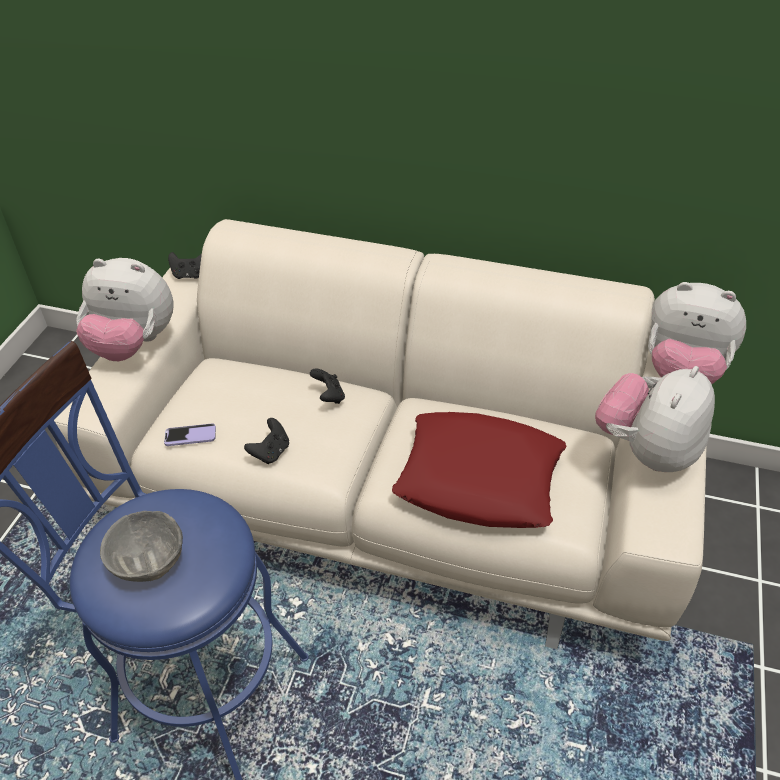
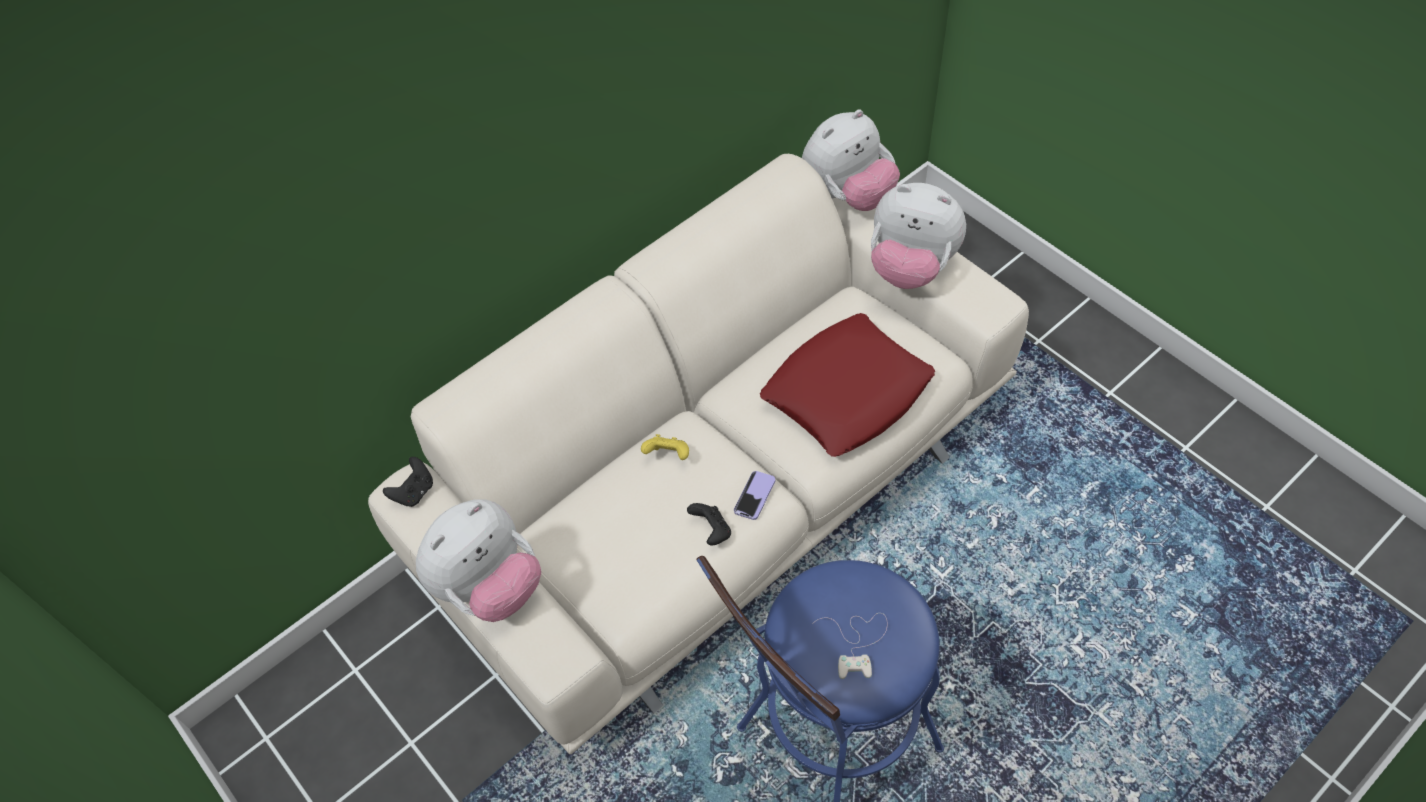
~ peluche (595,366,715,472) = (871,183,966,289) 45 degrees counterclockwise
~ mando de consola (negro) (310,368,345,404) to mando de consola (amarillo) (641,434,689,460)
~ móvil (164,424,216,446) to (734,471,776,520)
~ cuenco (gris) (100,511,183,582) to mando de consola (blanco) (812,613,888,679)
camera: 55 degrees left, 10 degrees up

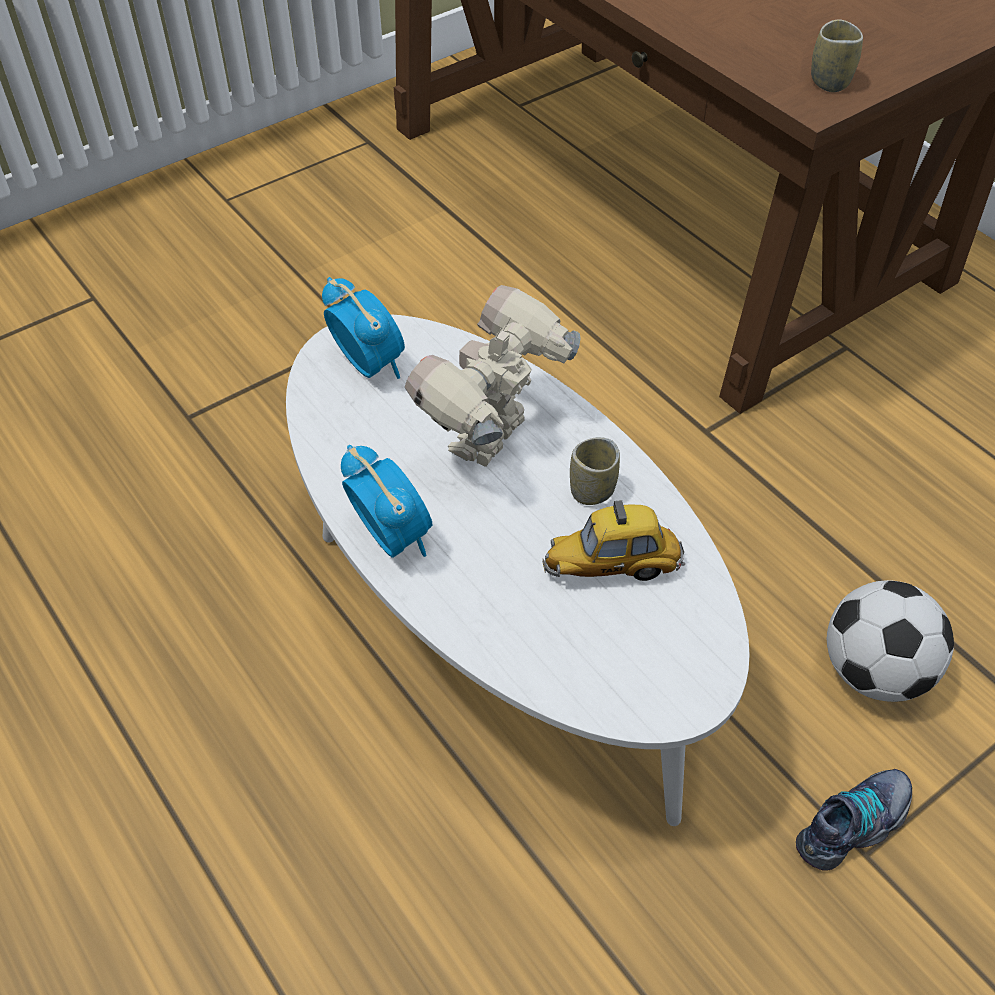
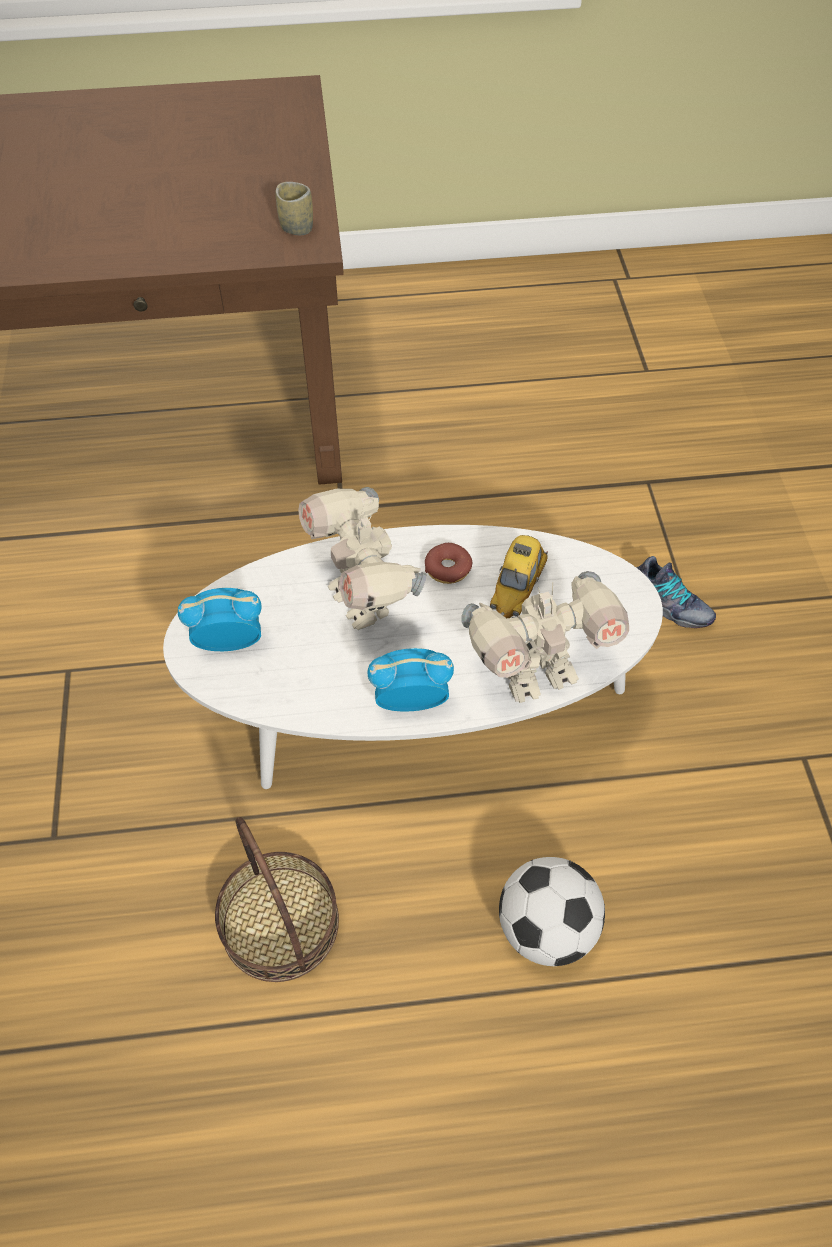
~ taza (570,437,620,505) to rosquilla (425,543,472,584)
~ balón de fútbol (827,580,954,702) to (499,857,605,966)
~ zapato (796,769,912,870) = (636,556,716,628) 135 degrees clockwise
+ robot de juguete (462,571,629,703)
+ cesta (215,817,339,982)
camera: 60 degrees left, 5 degrees up

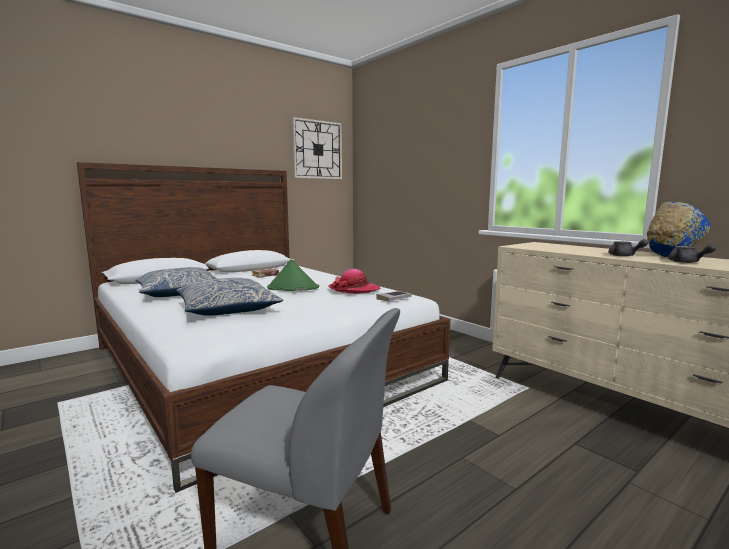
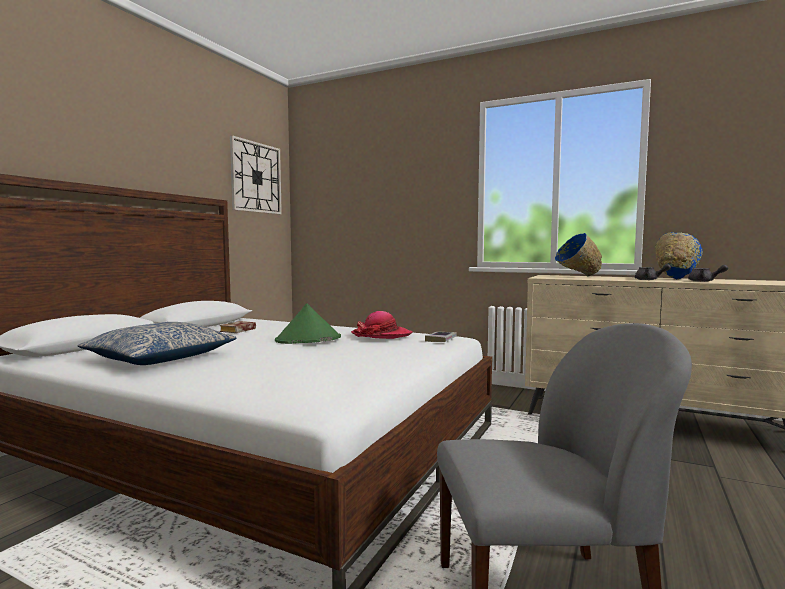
- cojín (177,278,283,316)
+ cuenco (azul) (555,233,602,276)
camera: 25 degrees left, 5 degrees down

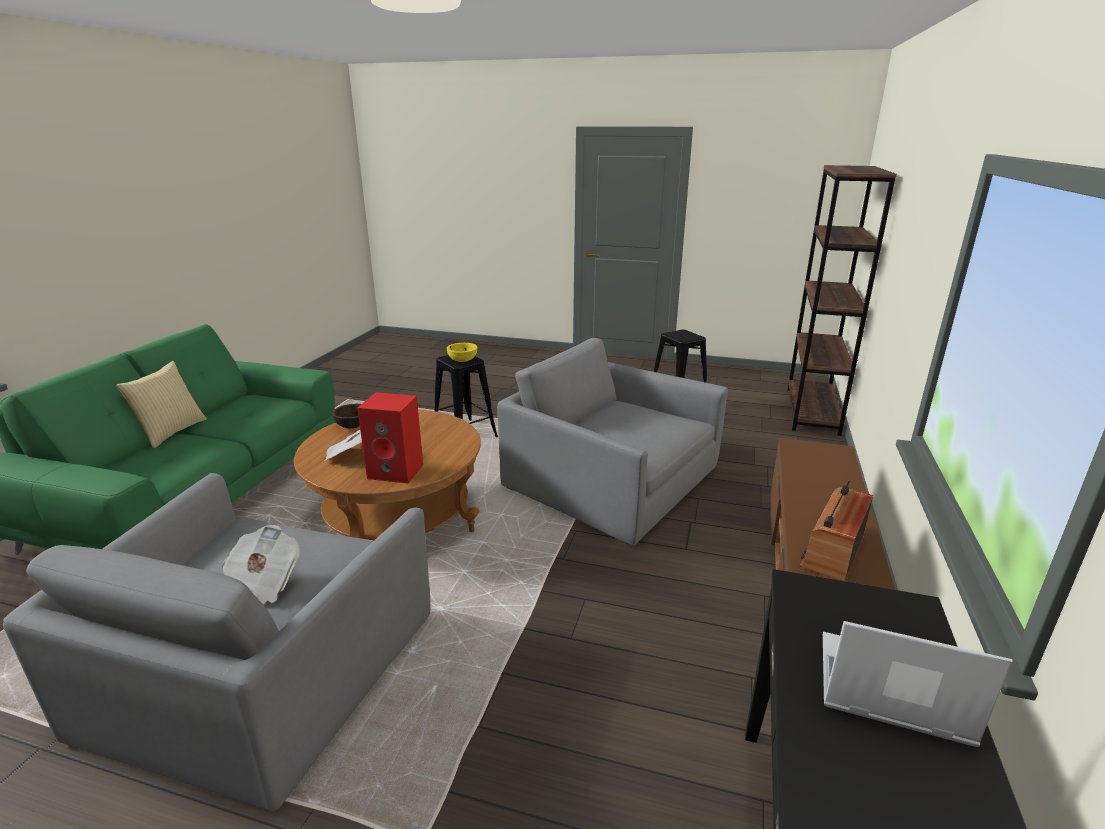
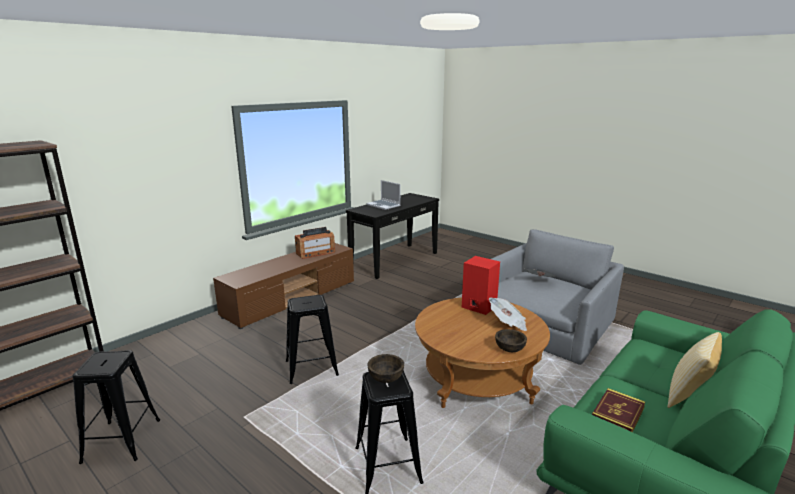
~ sillón (gris) (497,338,728,546) to taburete (negro) (286,295,339,384)
~ cuenco (amarillo) (447,343,477,362) to cuenco (marrón) (367,354,404,383)
+ libro (592,388,645,432)
camera: 155 degrees left, 5 degrees down

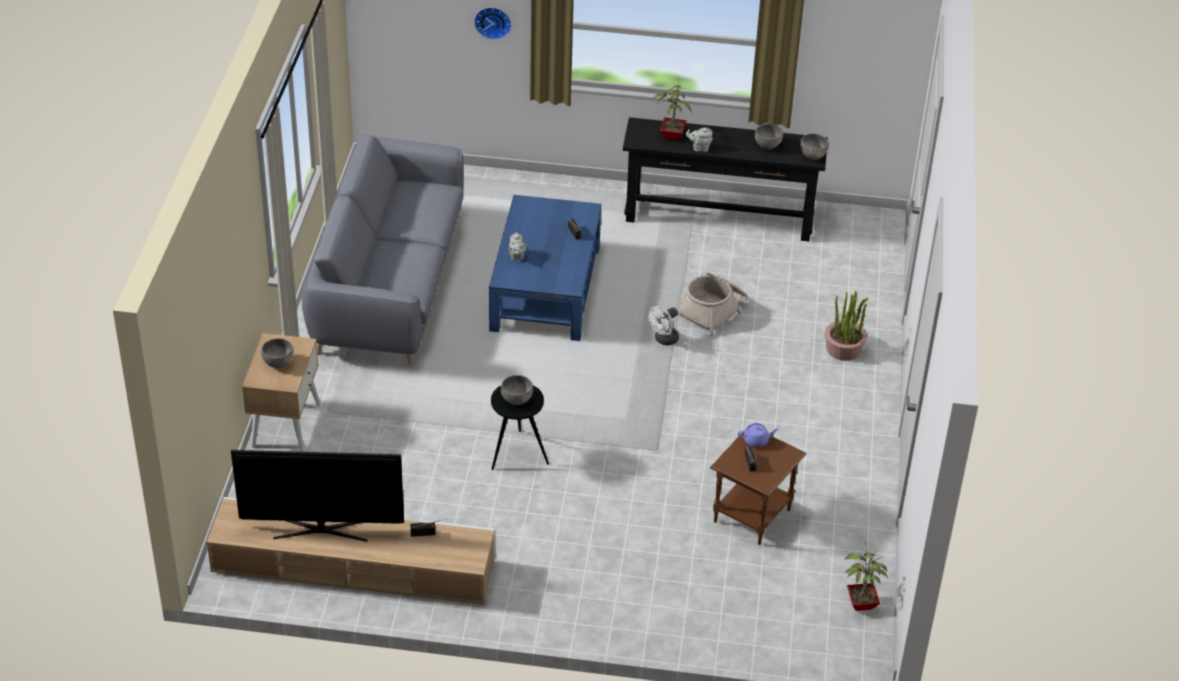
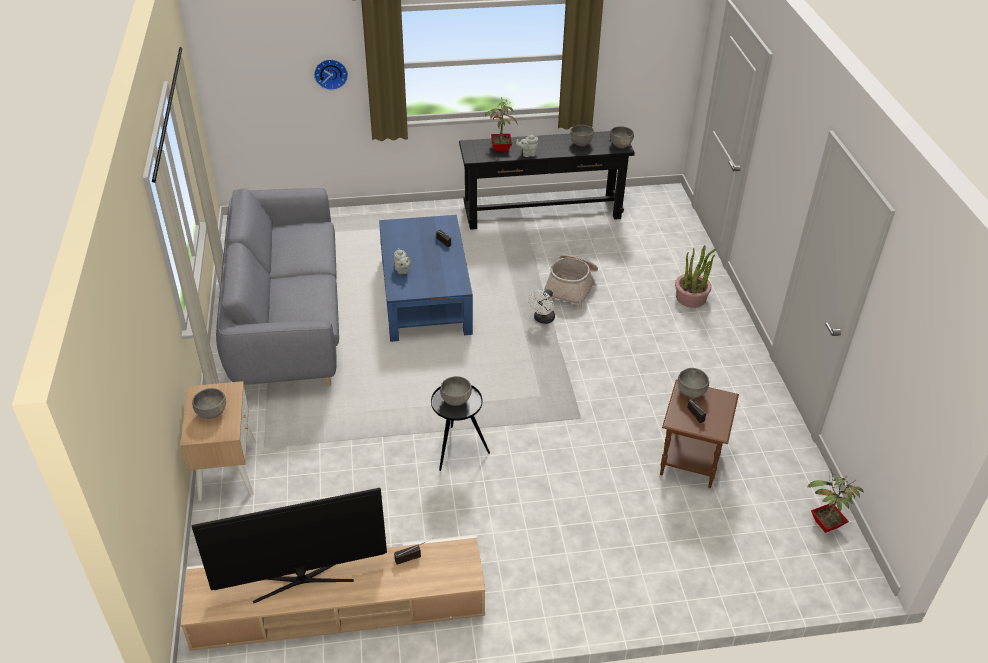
~ tetera (morado) (738,423,779,447) to cuenco (gris) (677,368,709,398)
camera: 15 degrees left, 0 degrees up

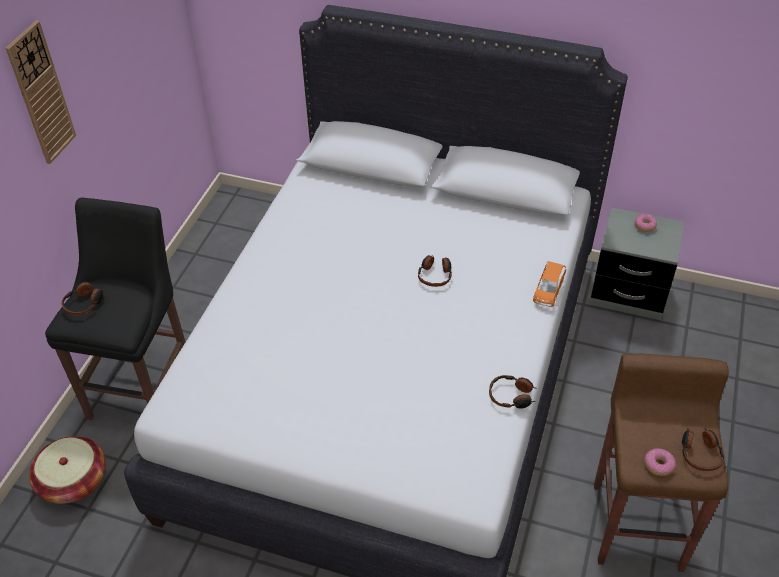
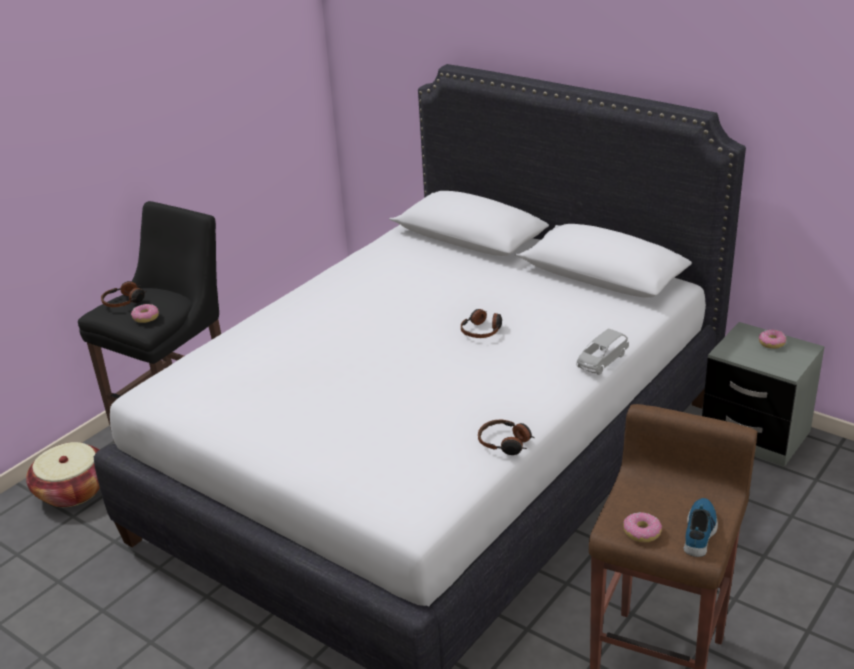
- reloj de pared (5,20,76,164)
~ coche de juguete (naranja) (533,261,566,307) to coche de juguete (gris) (577,328,629,375)
~ auriculares (682,429,725,471) to zapato (684,498,718,557)
+ rosquilla (131,304,159,323)
camera: 20 degrees right, 15 degrees down

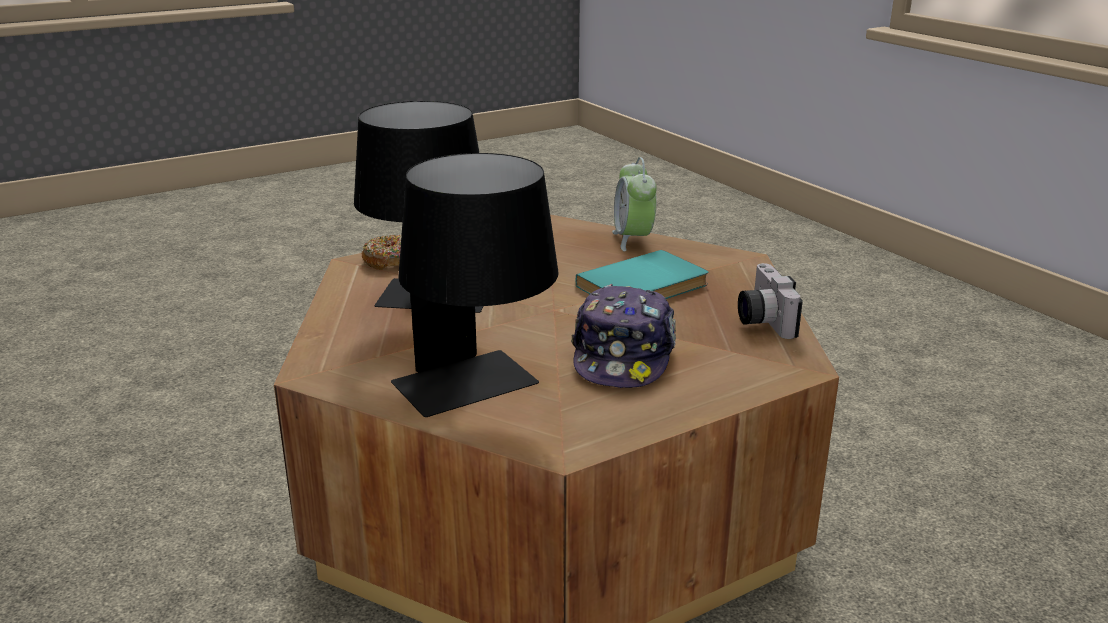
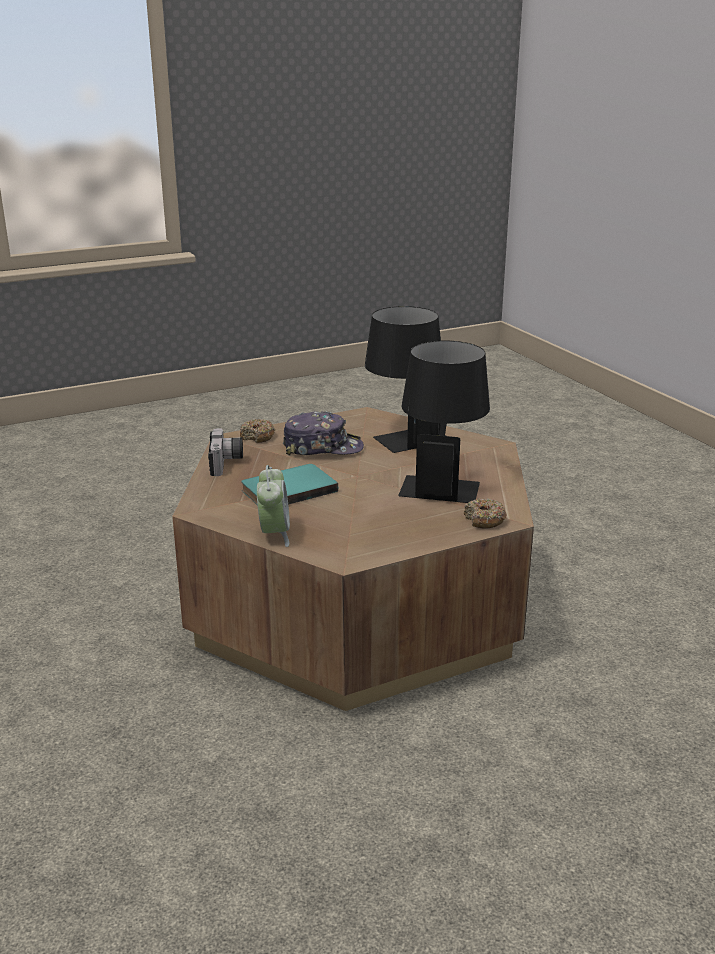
~ gorra (571,284,676,388) = (283,411,364,455) 75 degrees clockwise
+ rosquilla (240,419,275,443)
camera: 175 degrees left, 0 degrees up

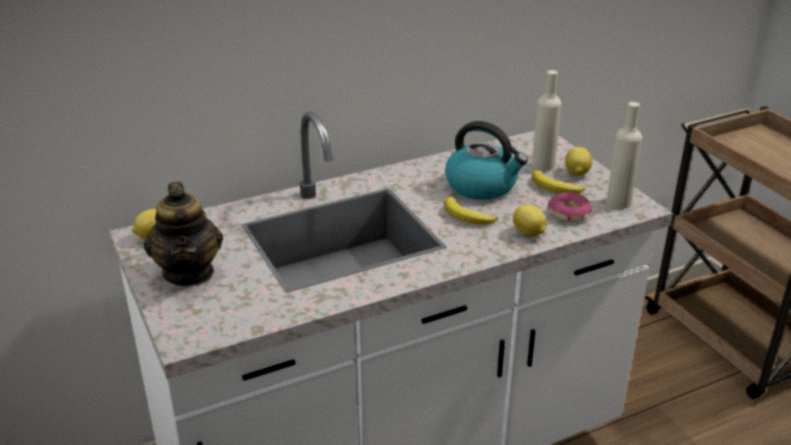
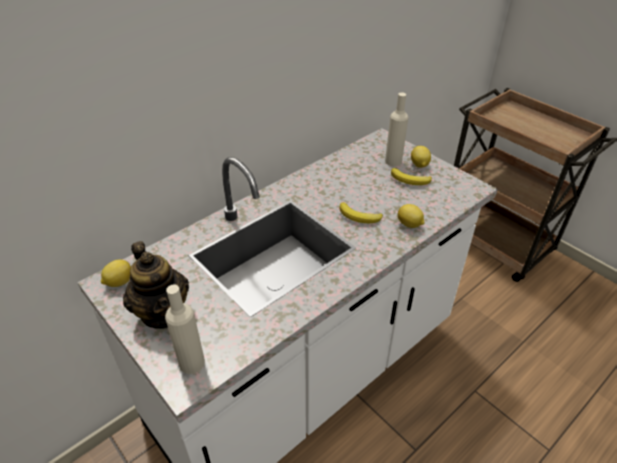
~ botella (beis) (606,102,642,209) to (165,284,205,374)
- hervidor (445,121,528,200)
- rosquilla (547,192,593,222)
camera: 15 degrees left, 10 degrees up

